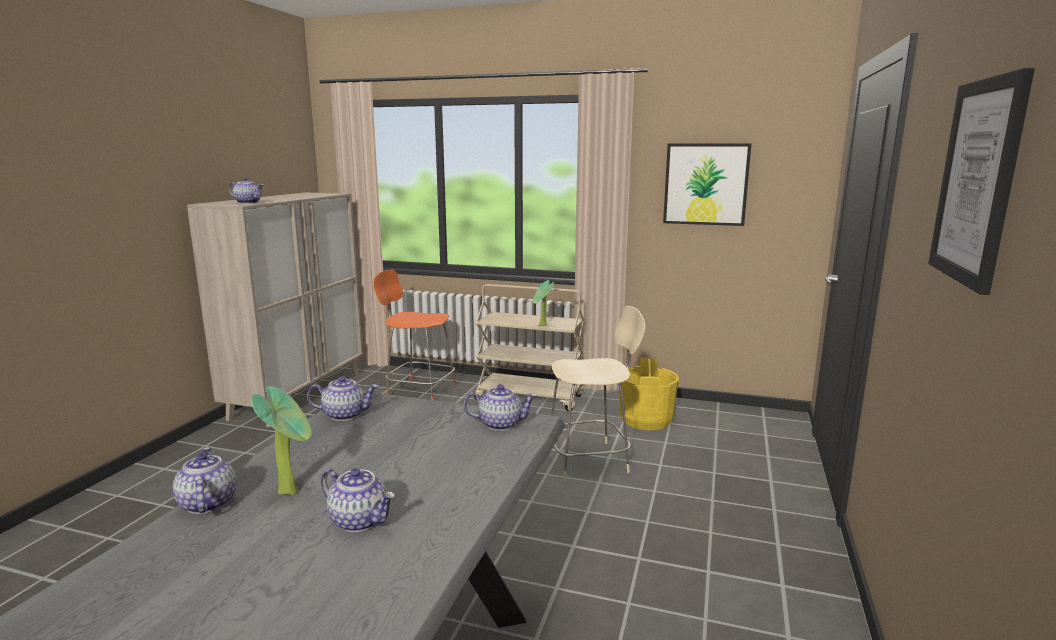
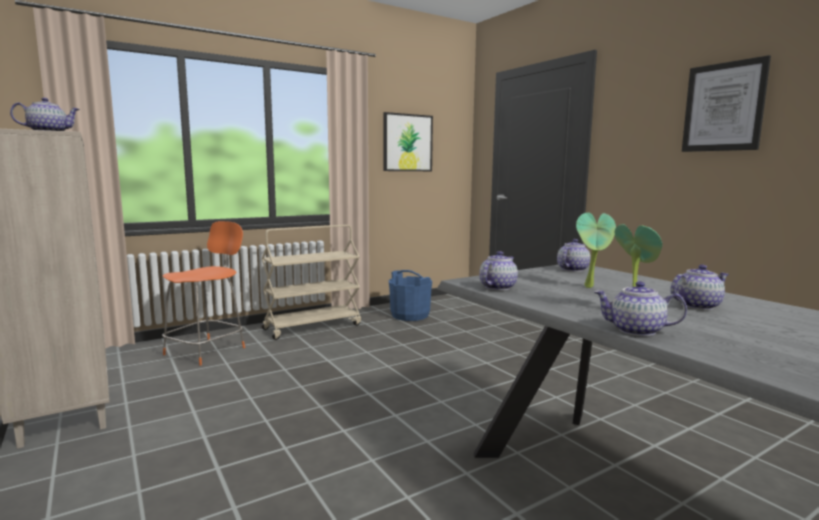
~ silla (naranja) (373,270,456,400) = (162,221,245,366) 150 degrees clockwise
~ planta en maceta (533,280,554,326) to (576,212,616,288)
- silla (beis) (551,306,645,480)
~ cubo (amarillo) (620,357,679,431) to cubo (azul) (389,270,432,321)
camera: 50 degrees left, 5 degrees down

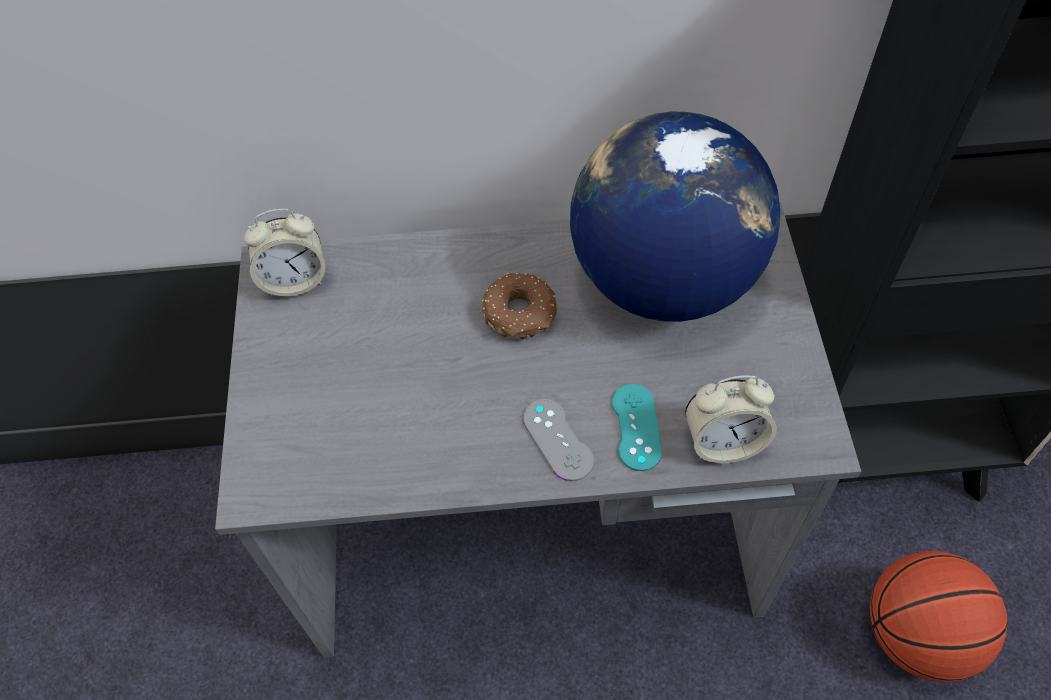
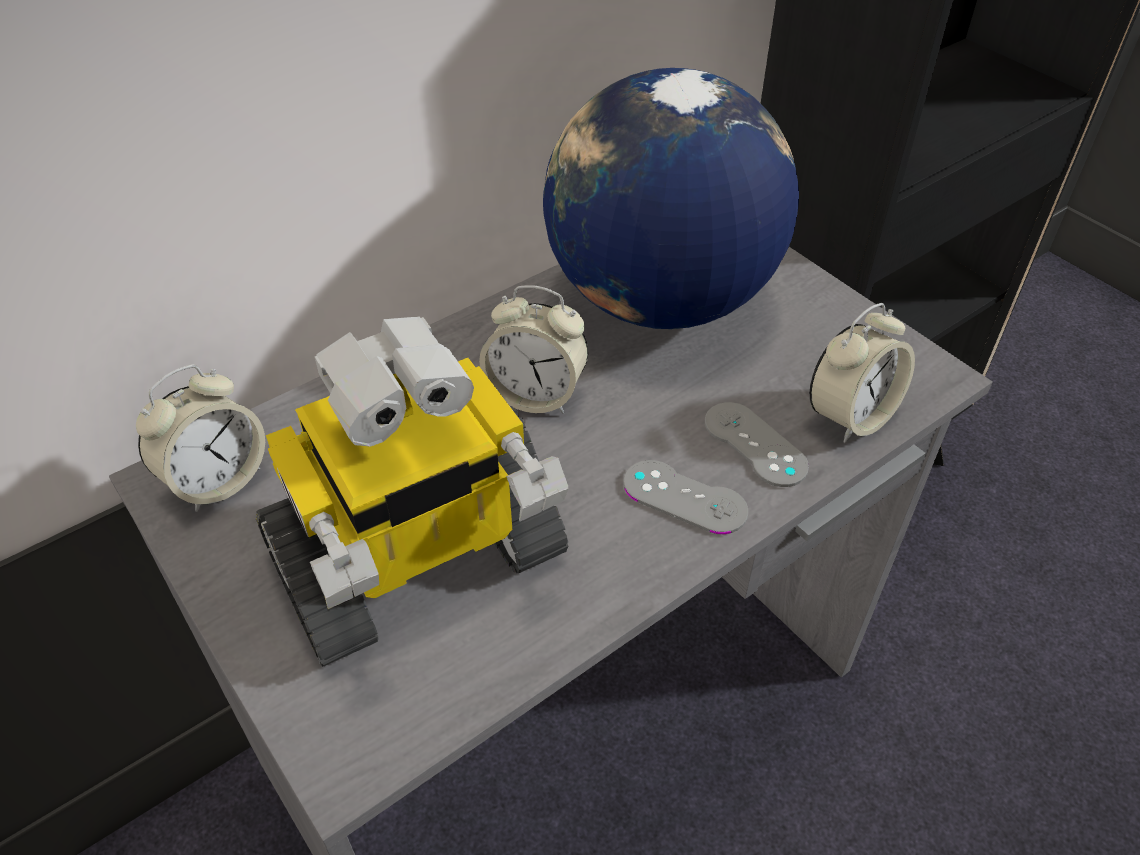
~ rosquilla (482,273,557,340) to despertador (479,285,588,414)
~ mando de consola (turquesa) (612,384,662,471) to mando de consola (gris) (705,402,809,487)
- balón de baloncesto (870,551,1008,682)
+ robot de juguete (255,317,569,667)
camera: 35 degrees left, 10 degrees down

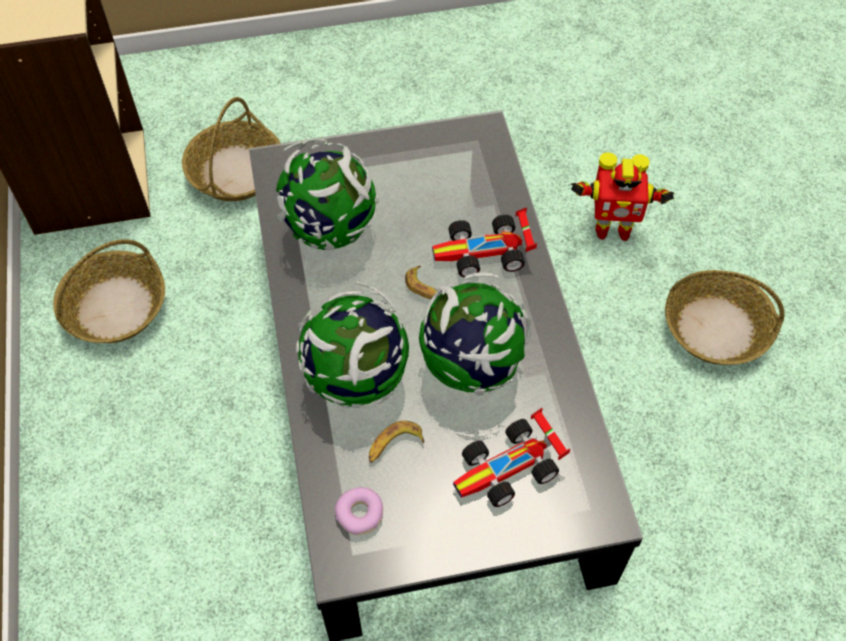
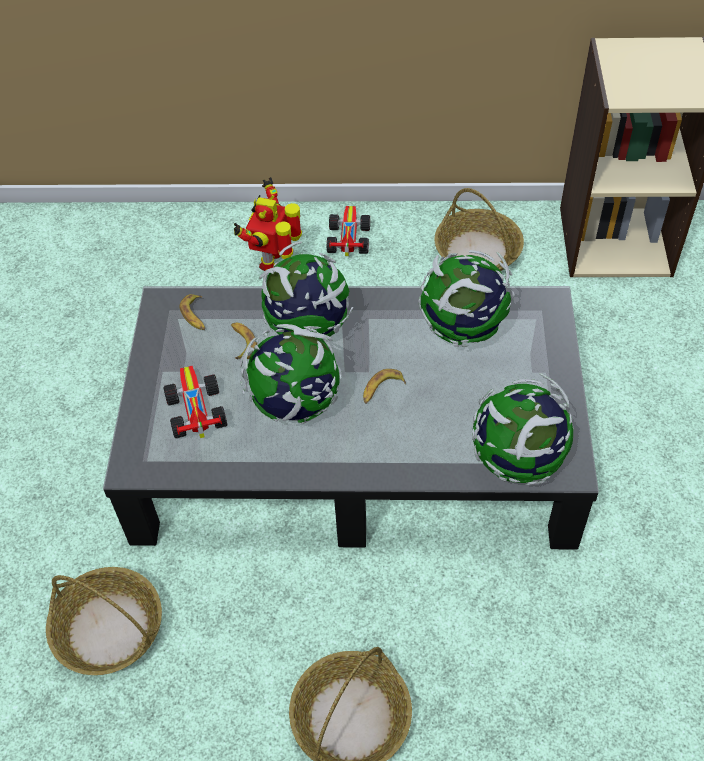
~ cesta (182,97,280,201) to (46,567,162,675)
~ robot de juguete (571,152,674,241) to (234,177,302,271)
~ coche de juguete (432,207,537,278) to (327,206,370,256)
~ rosquilla (335,487,383,535) to plátano (180,294,205,330)
+ globo terráqueo (472,373,574,485)
camera: 105 degrees right, 5 degrees down

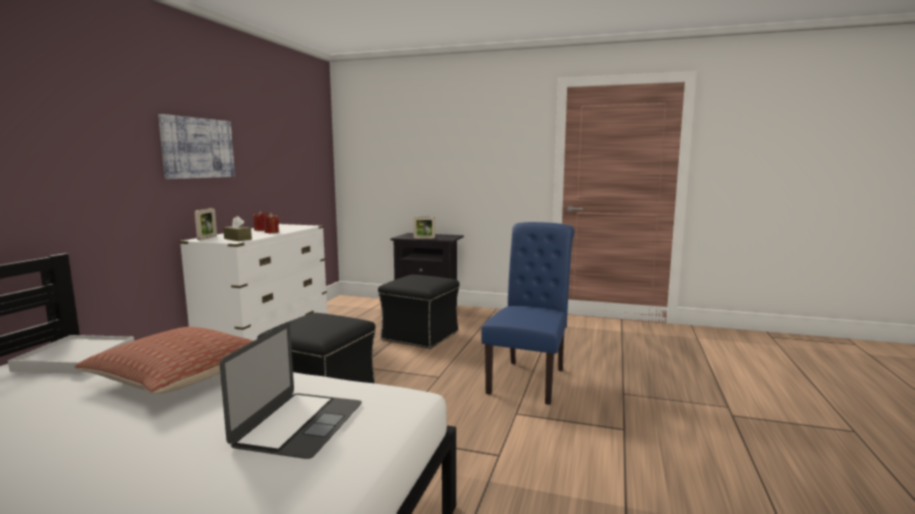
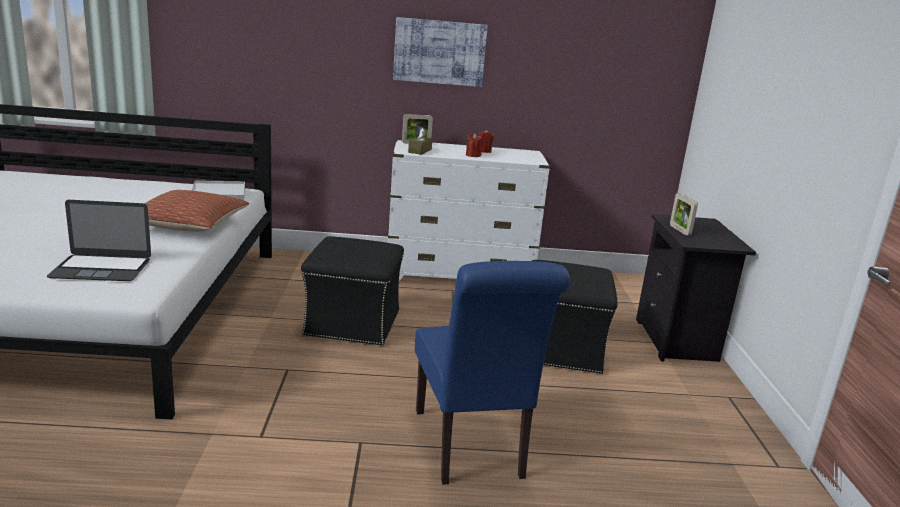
~ silla (azul) (481,222,574,405) = (415,261,570,485) 75 degrees clockwise
camera: 70 degrees right, 10 degrees up

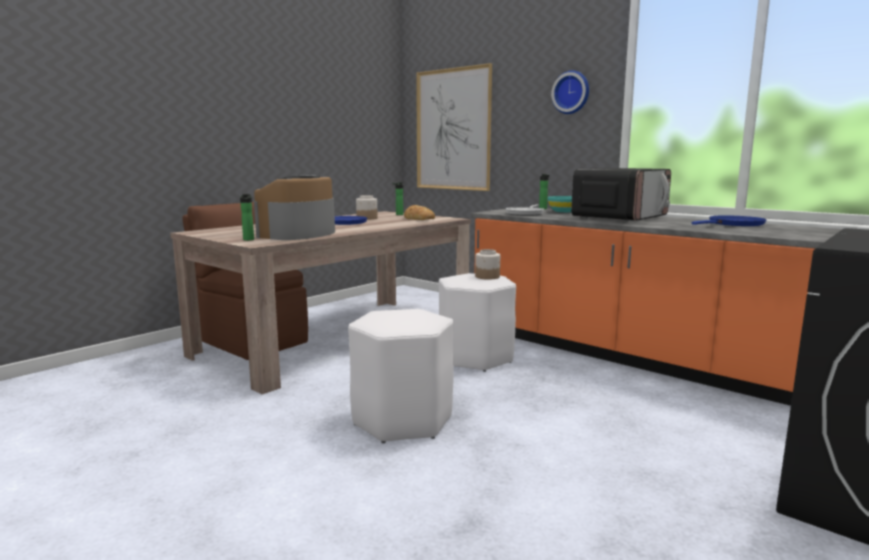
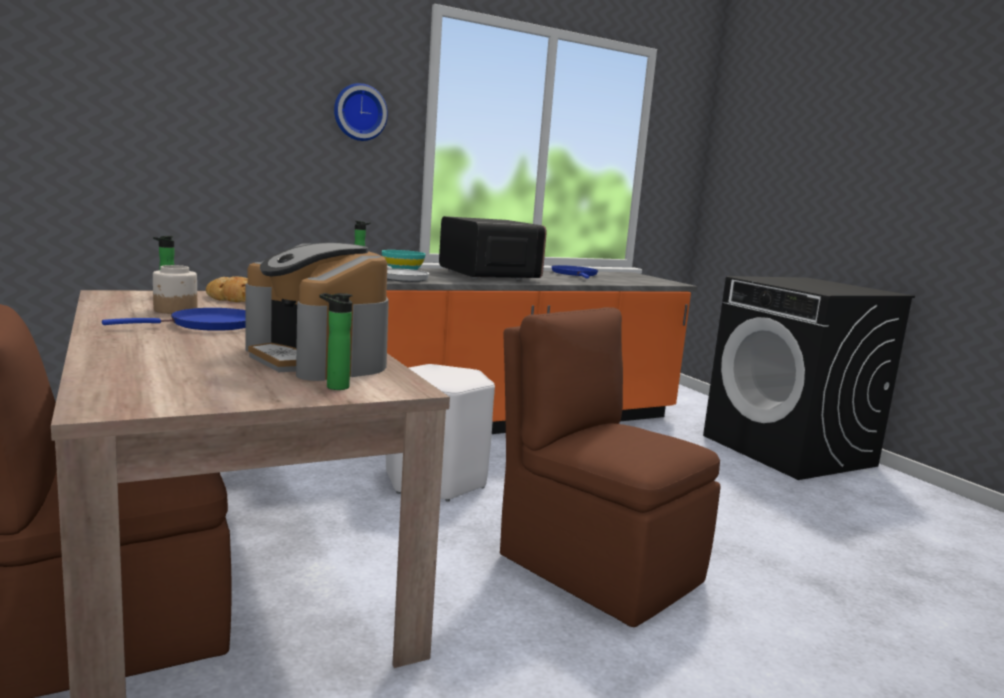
- cuadro (416,63,492,191)
- tarro (475,249,500,280)
~ taburete (blanco) (348,309,454,443) to silla (marrón) (500,307,720,627)
camera: 70 degrees left, 0 degrees up

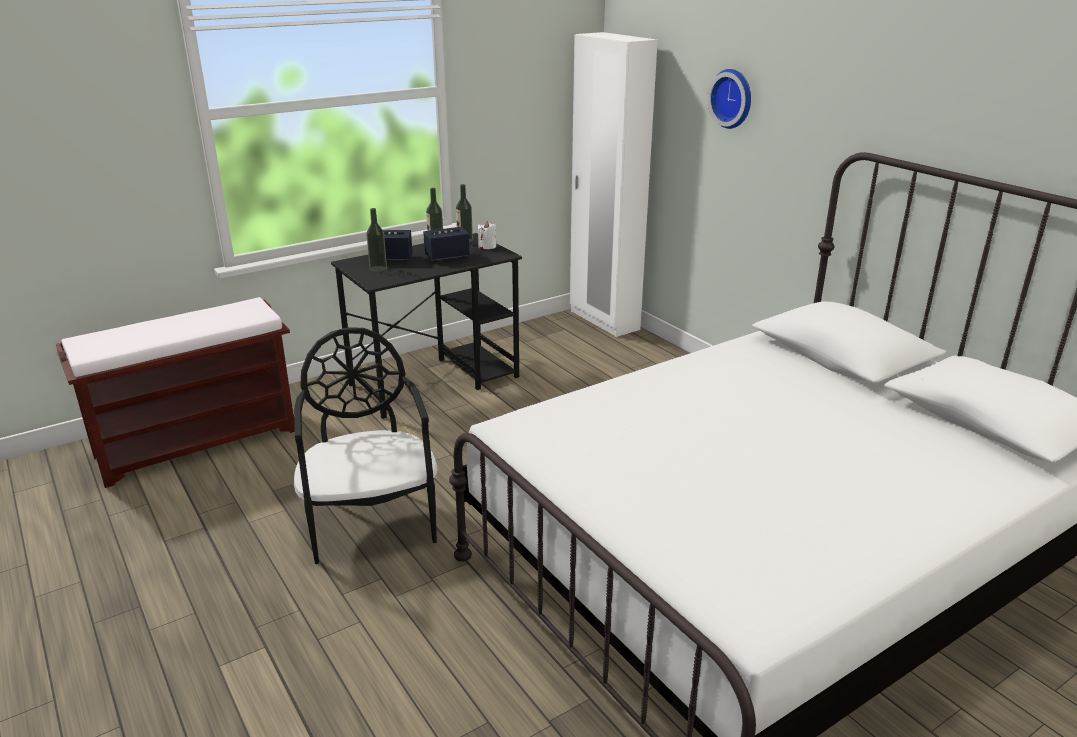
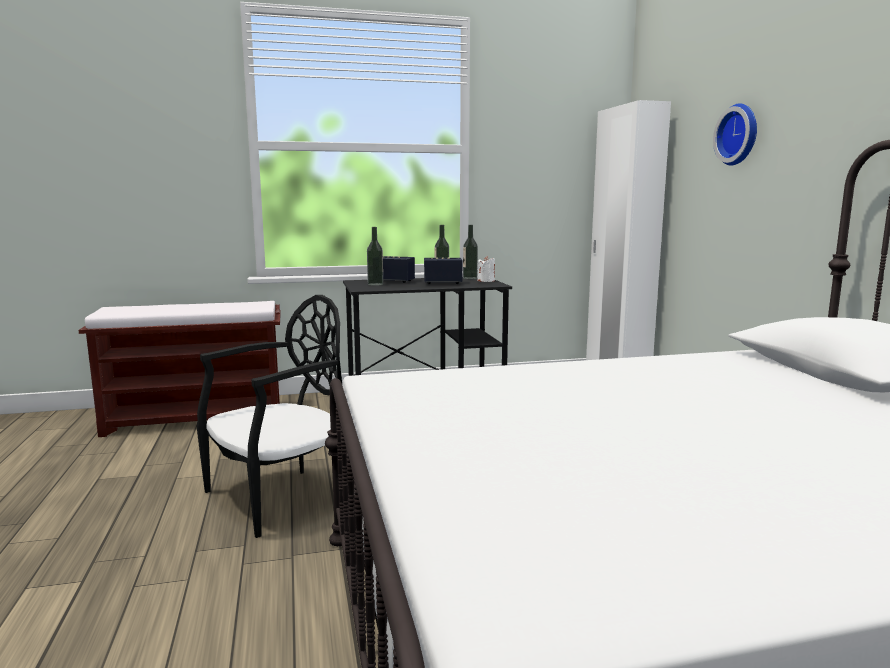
~ silla (negro) (294,327,438,564) = (197,295,342,538) 45 degrees clockwise
camera: 20 degrees right, 15 degrees down

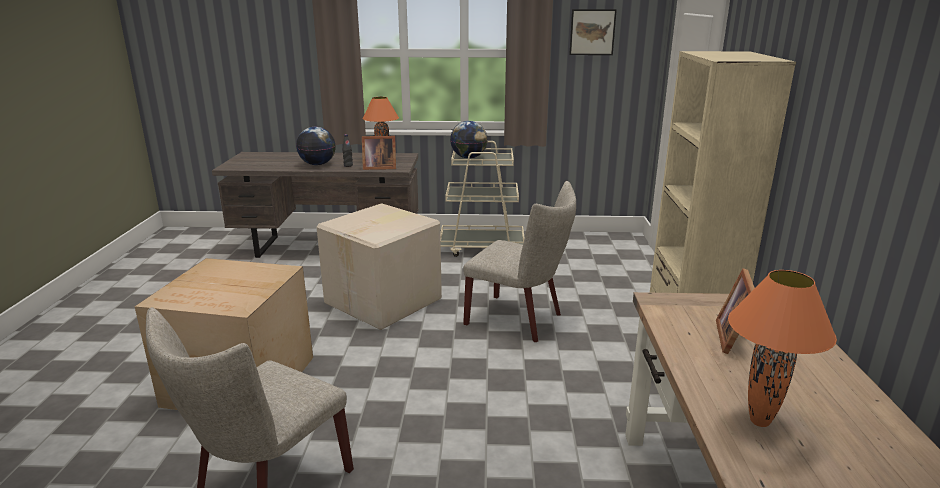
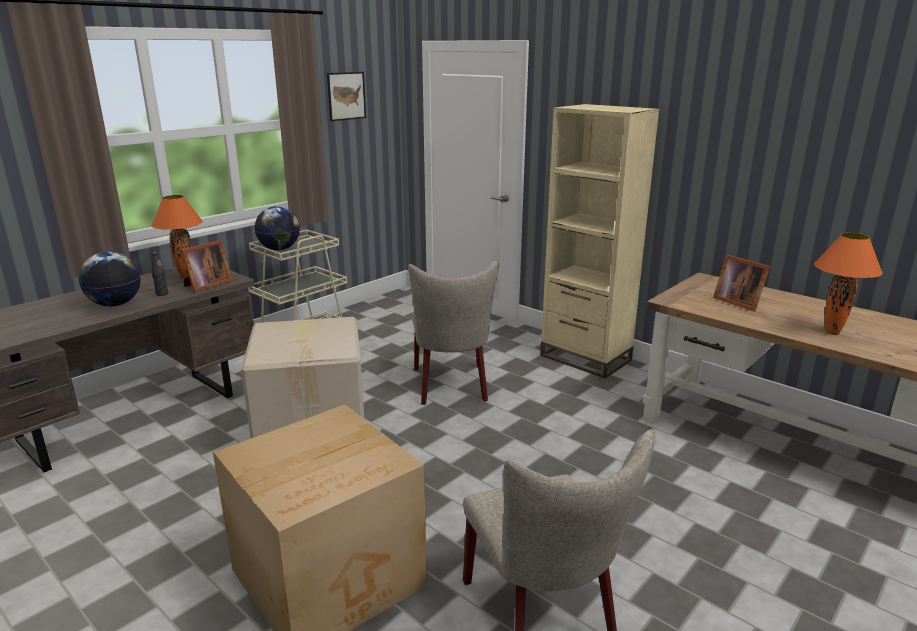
~ silla (beis) (463,181,576,342) = (408,261,499,405) 105 degrees clockwise
camera: 50 degrees left, 0 degrees up

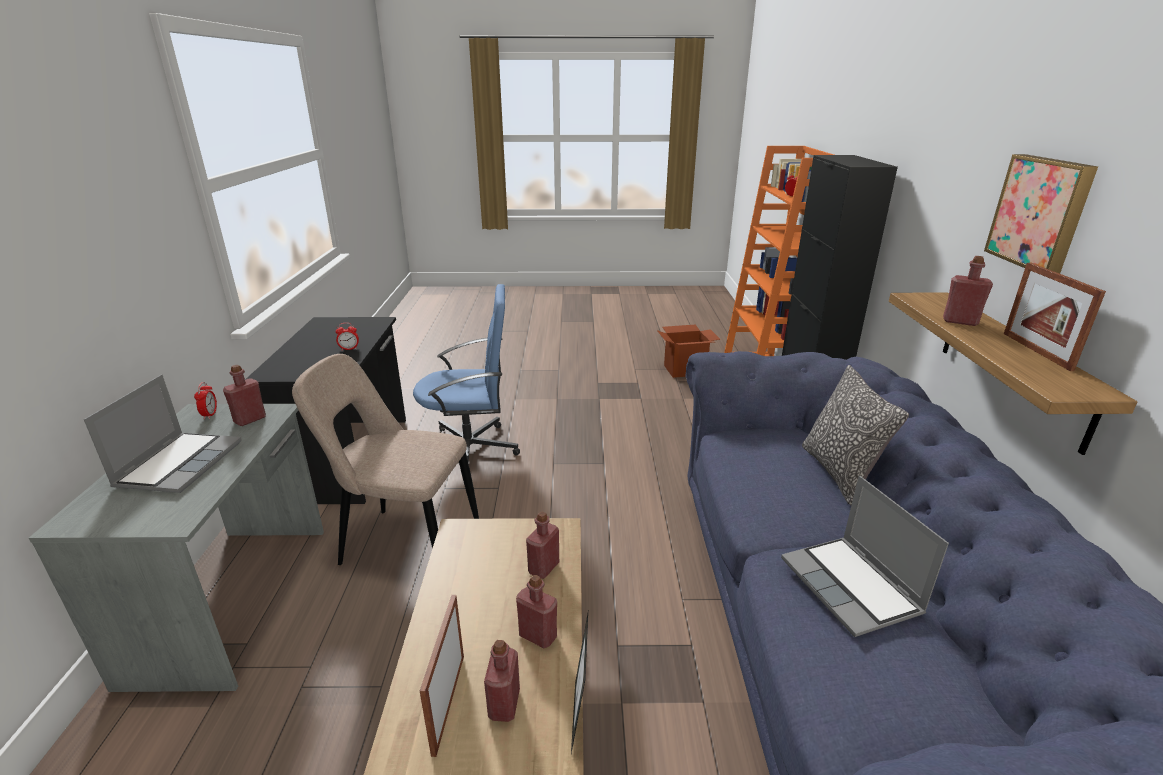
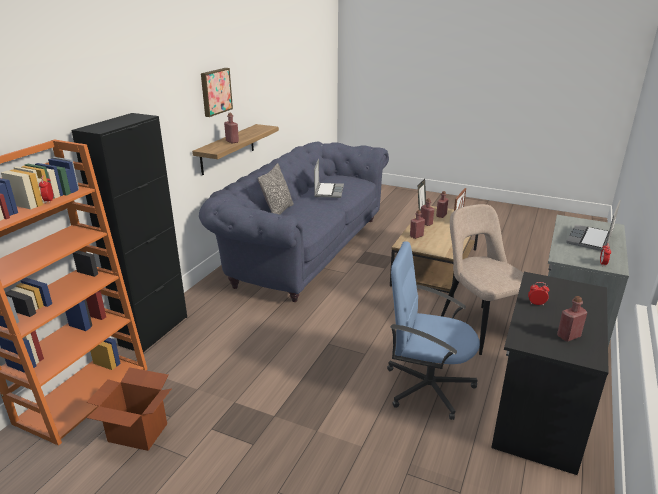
- portarretratos (1004,263,1106,371)
~ silla (beis) (292,354,479,565) = (441,204,524,355) 150 degrees counterclockwise
~ botella (rojo) (223,365,266,426) to (557,296,587,342)
camera: 155 degrees left, 0 degrees up

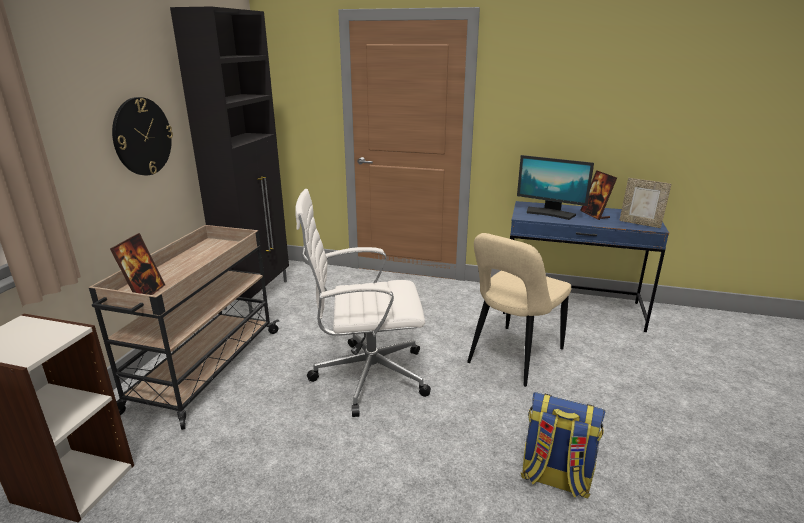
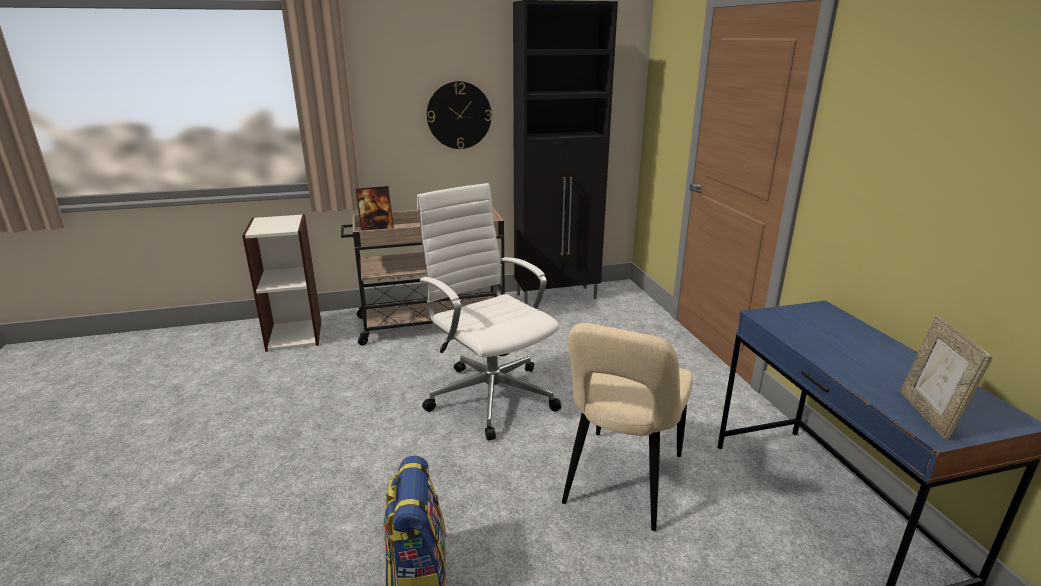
- monitor (517,155,594,220)
- portarretratos (580,170,617,220)
~ silla (beis) (467,233,571,387) = (562,323,693,531) 75 degrees counterclockwise
camera: 60 degrees right, 0 degrees up

